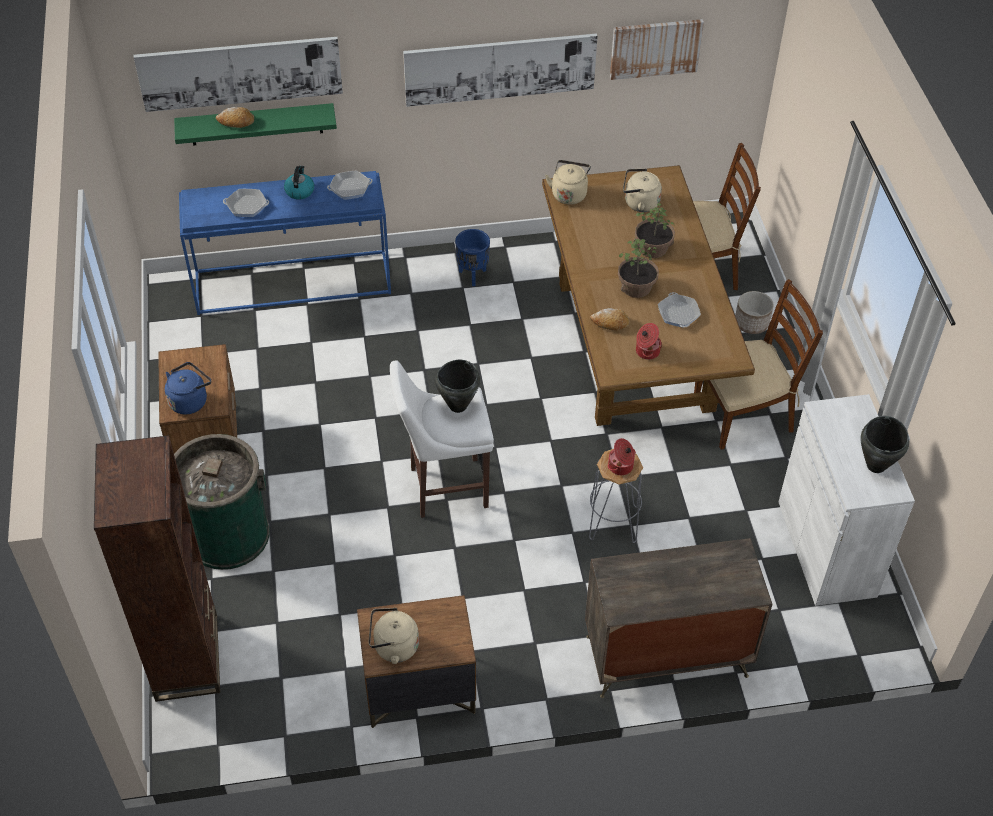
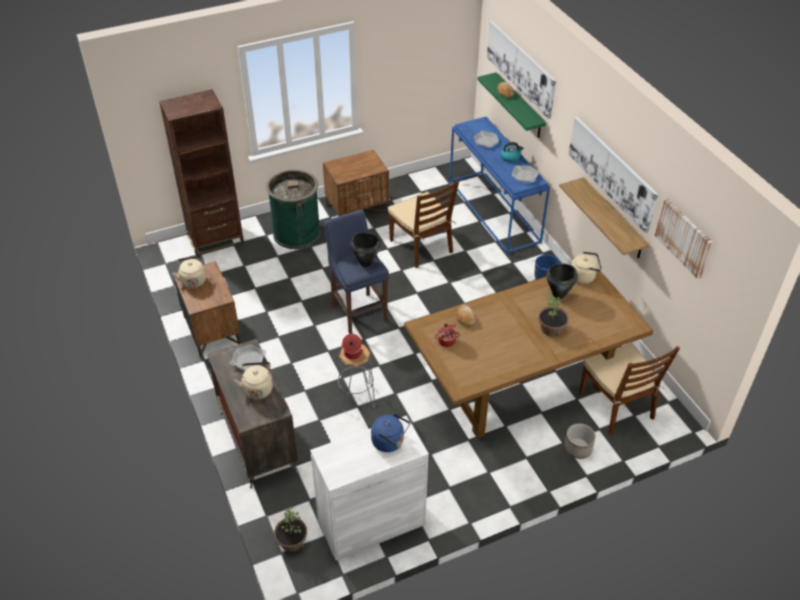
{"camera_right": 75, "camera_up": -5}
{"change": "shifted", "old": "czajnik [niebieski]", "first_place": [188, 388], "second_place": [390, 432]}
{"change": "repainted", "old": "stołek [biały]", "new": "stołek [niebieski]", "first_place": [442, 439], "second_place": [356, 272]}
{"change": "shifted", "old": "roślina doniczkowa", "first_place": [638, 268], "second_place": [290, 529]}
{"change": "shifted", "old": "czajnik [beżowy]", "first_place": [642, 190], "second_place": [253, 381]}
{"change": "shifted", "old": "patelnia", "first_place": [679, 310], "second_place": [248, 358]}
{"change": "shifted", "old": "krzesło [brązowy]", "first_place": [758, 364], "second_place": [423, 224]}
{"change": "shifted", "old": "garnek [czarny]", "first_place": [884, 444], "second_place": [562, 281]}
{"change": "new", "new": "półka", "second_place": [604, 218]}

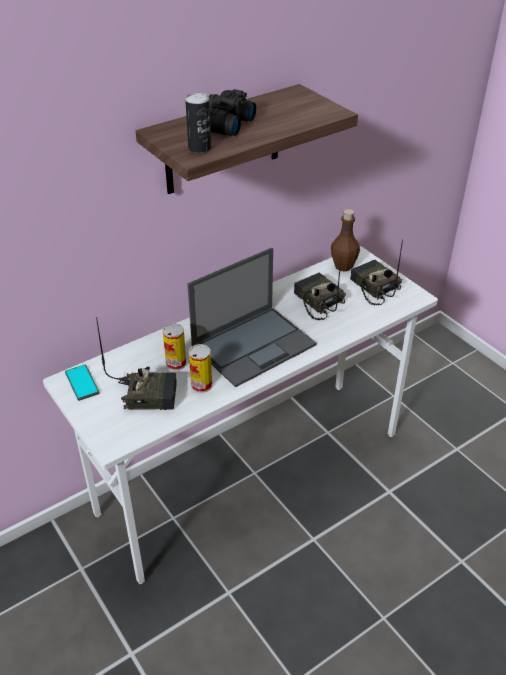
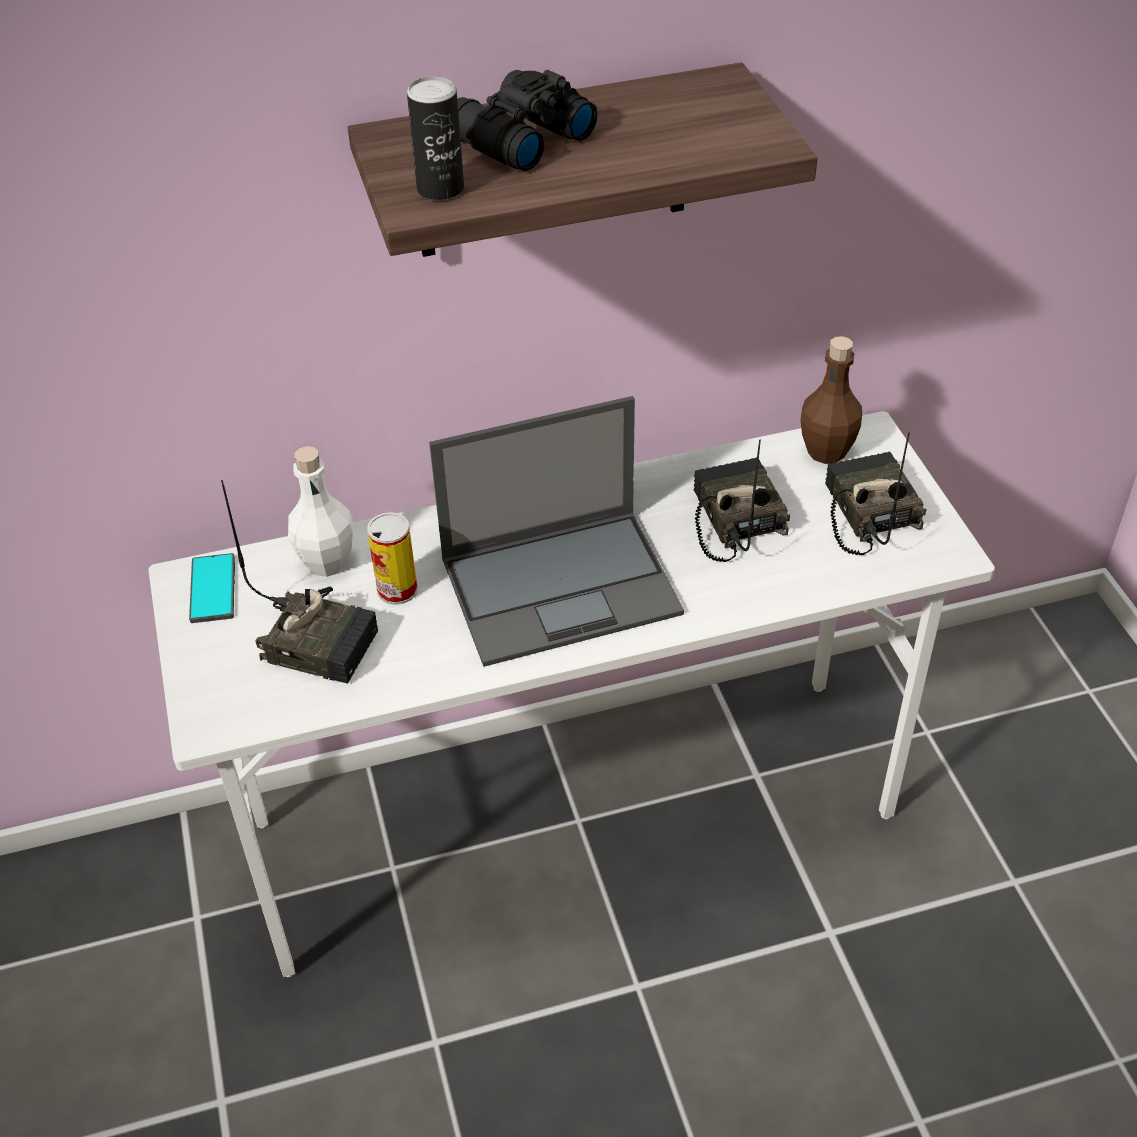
{"camera_right": 20, "camera_up": 5}
{"change": "gone", "old": "puszka", "first_place": [200, 368]}
{"change": "new", "new": "butelka [biały]", "second_place": [320, 511]}

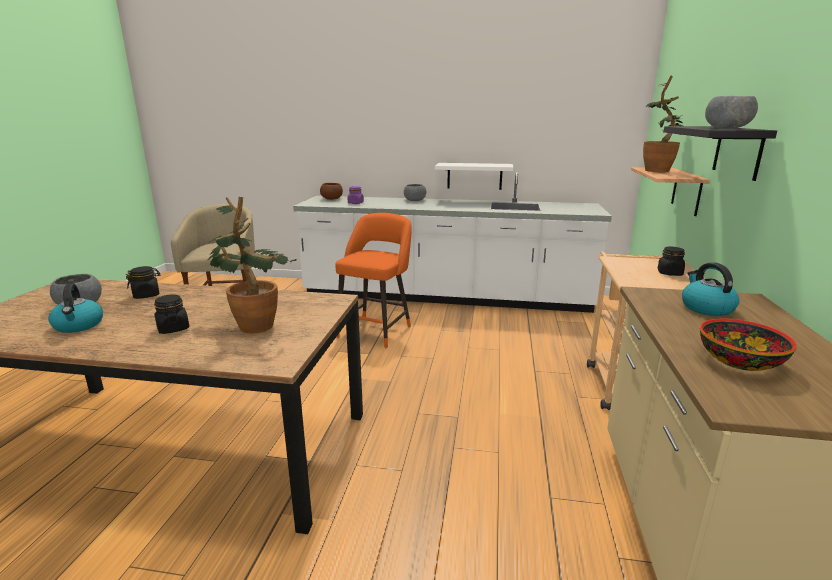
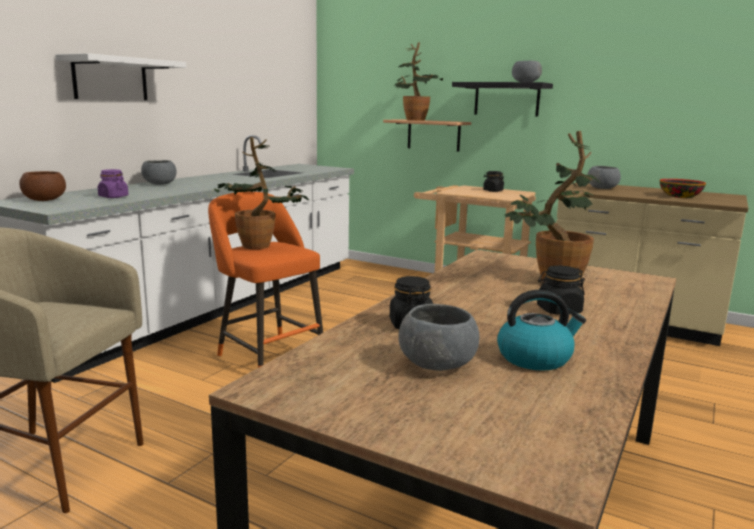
{"camera_right": -70, "camera_up": -5}
{"change": "shifted", "old": "półka [biały]", "first_place": [474, 176], "second_place": [120, 76]}
{"change": "swapped", "old": "czajnik", "new": "miska [szary]", "first_place": [711, 289], "second_place": [604, 177]}
{"change": "new", "new": "roślina doniczkowa", "second_place": [261, 193]}

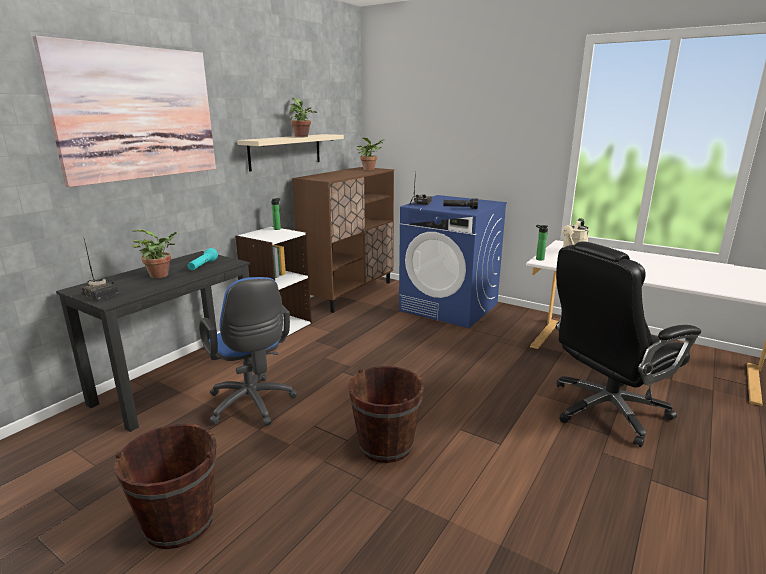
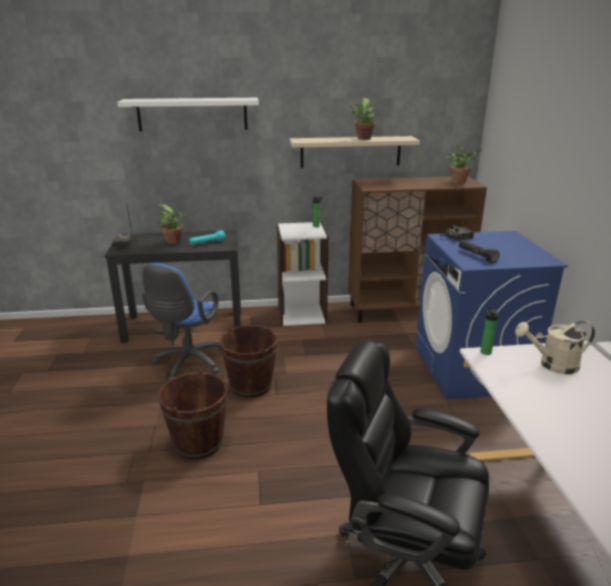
{"camera_right": 50, "camera_up": 5}
{"change": "swapped", "old": "obraz", "new": "półka [biały]", "first_place": [124, 111], "second_place": [188, 115]}
{"change": "shifted", "old": "wiadro [brązowy]", "first_place": [165, 486], "second_place": [248, 361]}

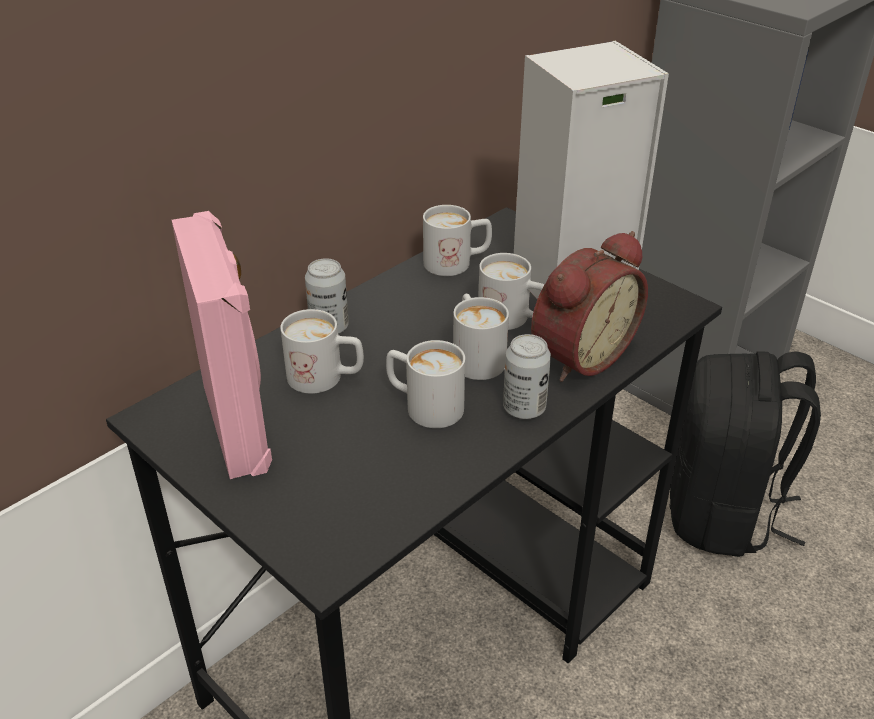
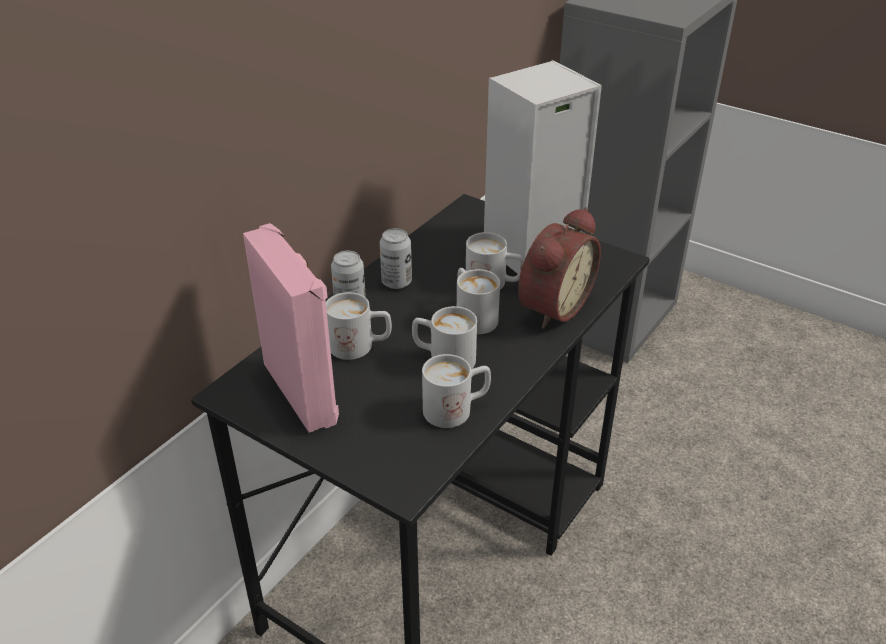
{"camera_right": -10, "camera_up": 0}
{"change": "shifted", "old": "kubek [biały]", "first_place": [457, 240], "second_place": [456, 391]}
{"change": "shifted", "old": "puszka", "first_place": [527, 376], "second_place": [396, 258]}
{"change": "gone", "old": "plecak [czarny]", "first_place": [745, 454]}

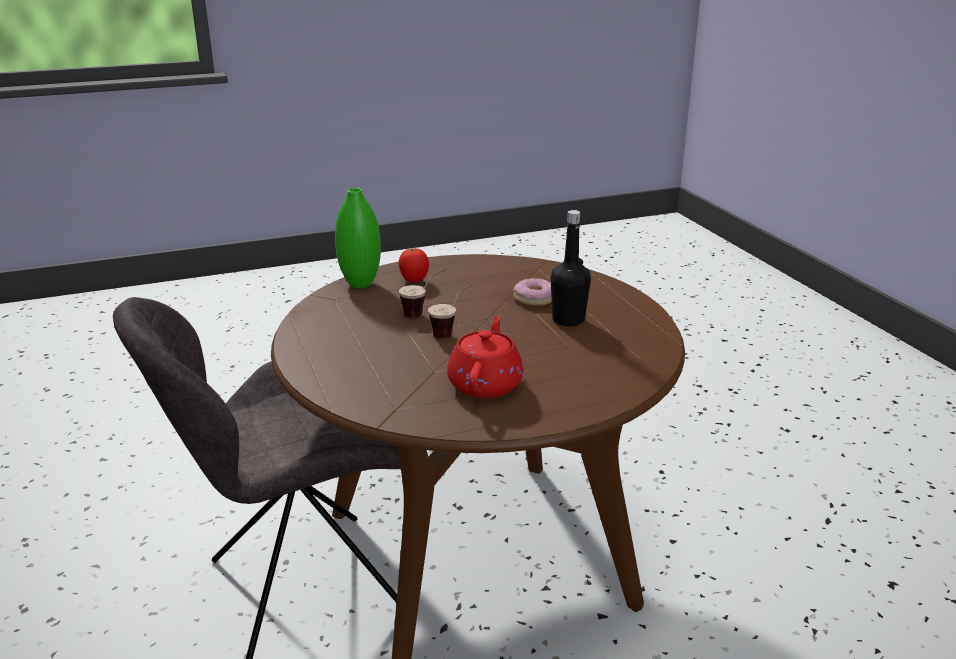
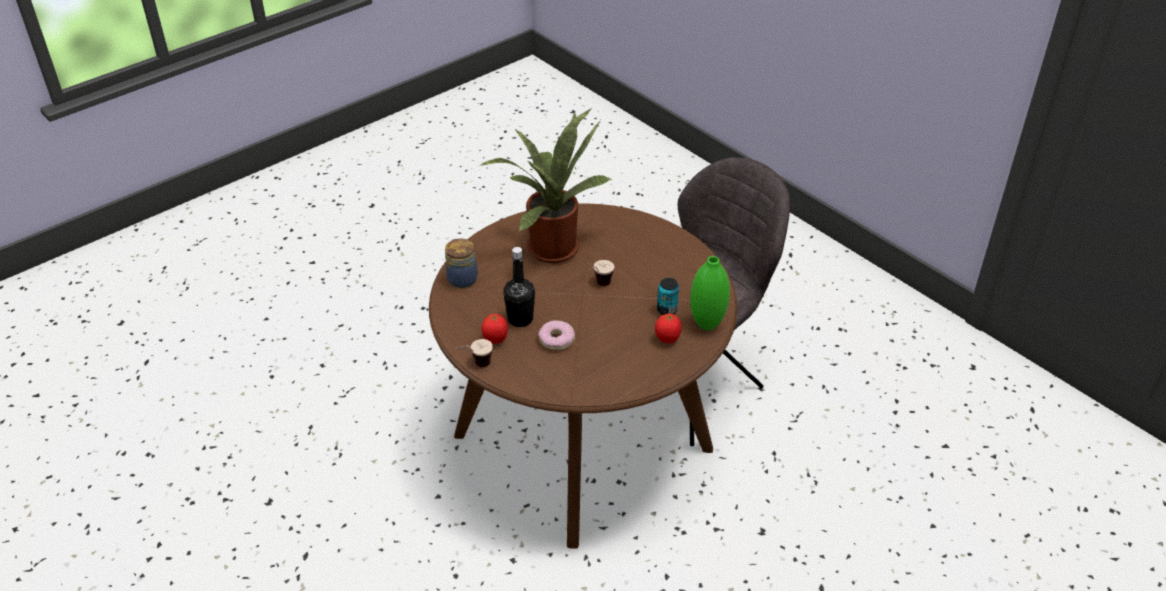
{"camera_right": 160, "camera_up": 15}
{"change": "shifted", "old": "filiżanka", "first_place": [422, 293], "second_place": [474, 353]}
{"change": "swapped", "old": "imbryk [czerwony]", "new": "roślina doniczkowa", "first_place": [485, 357], "second_place": [546, 185]}
{"change": "new", "new": "słoik", "second_place": [461, 263]}
{"change": "new", "new": "pomidor", "second_place": [494, 329]}
{"change": "new", "new": "puszka", "second_place": [668, 296]}

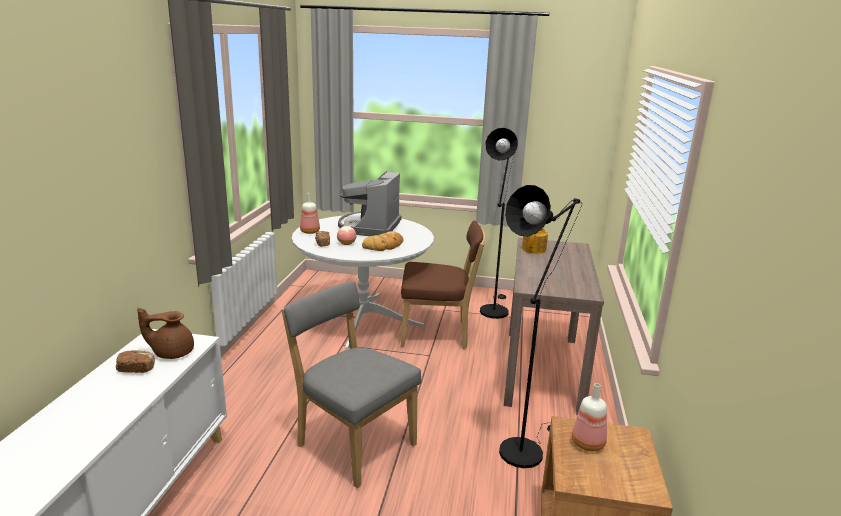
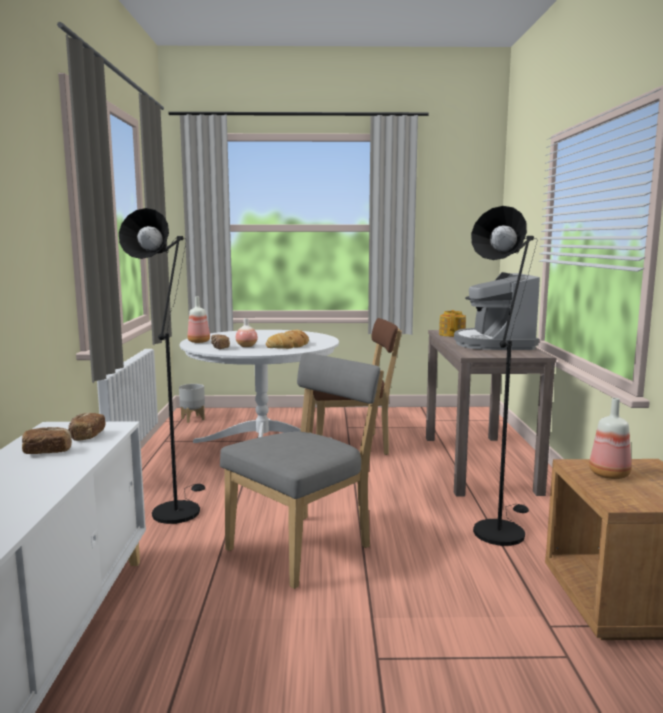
{"camera_right": -10, "camera_up": -10}
{"change": "swapped", "old": "imbryk [brązowy]", "new": "chleb", "first_place": [165, 333], "second_place": [87, 427]}
{"change": "rotated", "old": "krzesło [szary]", "first_place": [351, 384], "second_place": [302, 471], "degrees": 105}
{"change": "shifted", "old": "ekspres do kawy", "first_place": [370, 203], "second_place": [497, 311]}
{"change": "shifted", "old": "lampa stojąca [czarny]", "first_place": [499, 223], "second_place": [162, 366]}
{"change": "new", "new": "donica [szary]", "second_place": [192, 403]}

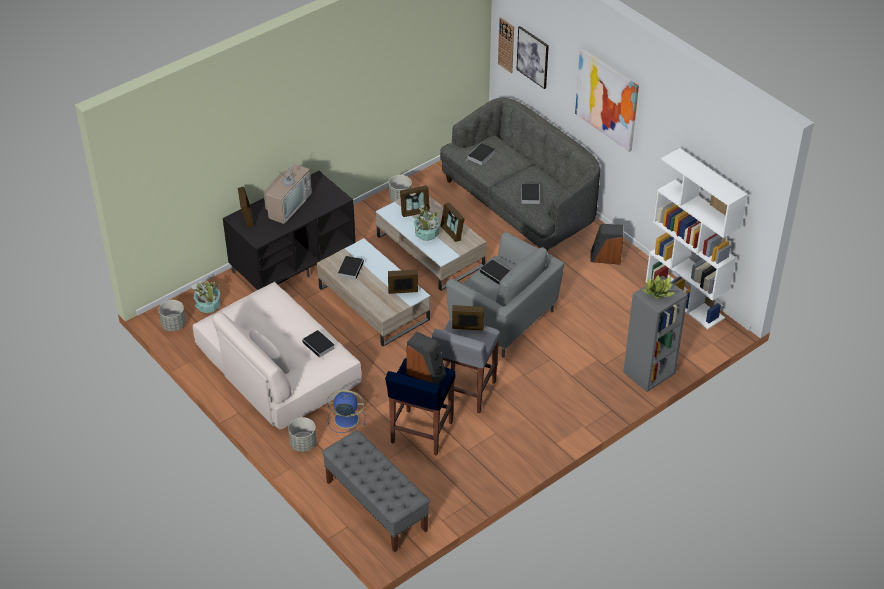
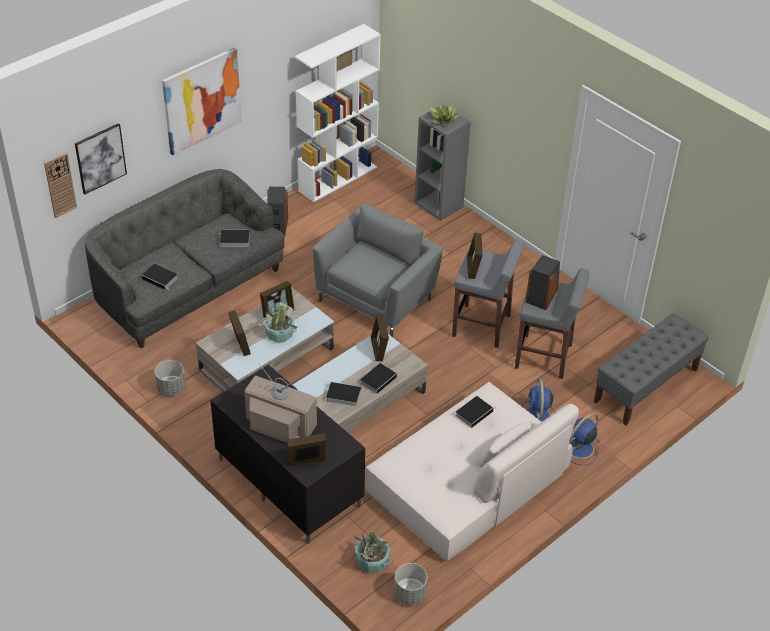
{"camera_right": -95, "camera_up": 0}
{"change": "swapped", "old": "donica [szary]", "new": "wentylator [niebieski]", "first_place": [302, 434], "second_place": [584, 439]}
{"change": "repainted", "old": "stołek [niebieski]", "new": "stołek [szary]", "first_place": [420, 407], "second_place": [552, 323]}
{"change": "shifted", "old": "książka", "first_place": [495, 272], "second_place": [379, 378]}

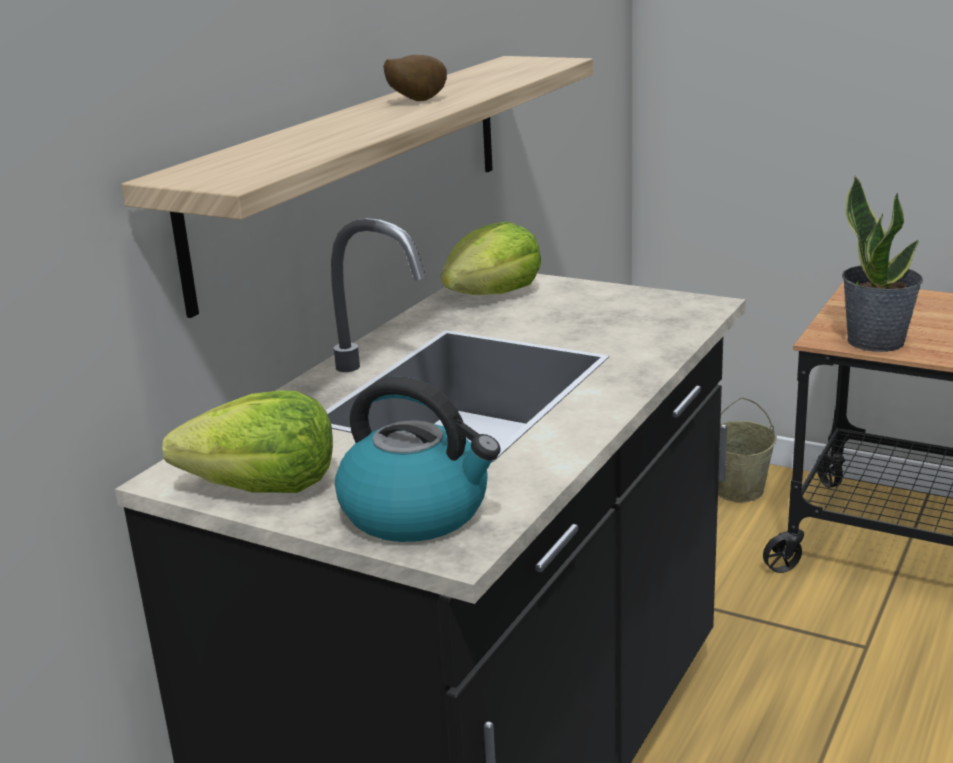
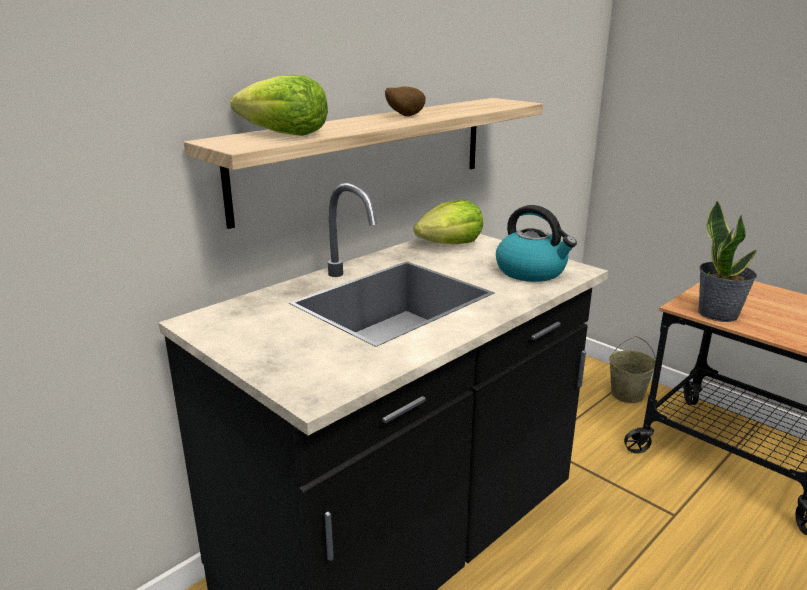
{"camera_right": 15, "camera_up": 0}
{"change": "shifted", "old": "sałata", "first_place": [247, 442], "second_place": [279, 105]}
{"change": "shifted", "old": "czajnik", "first_place": [418, 459], "second_place": [536, 243]}

